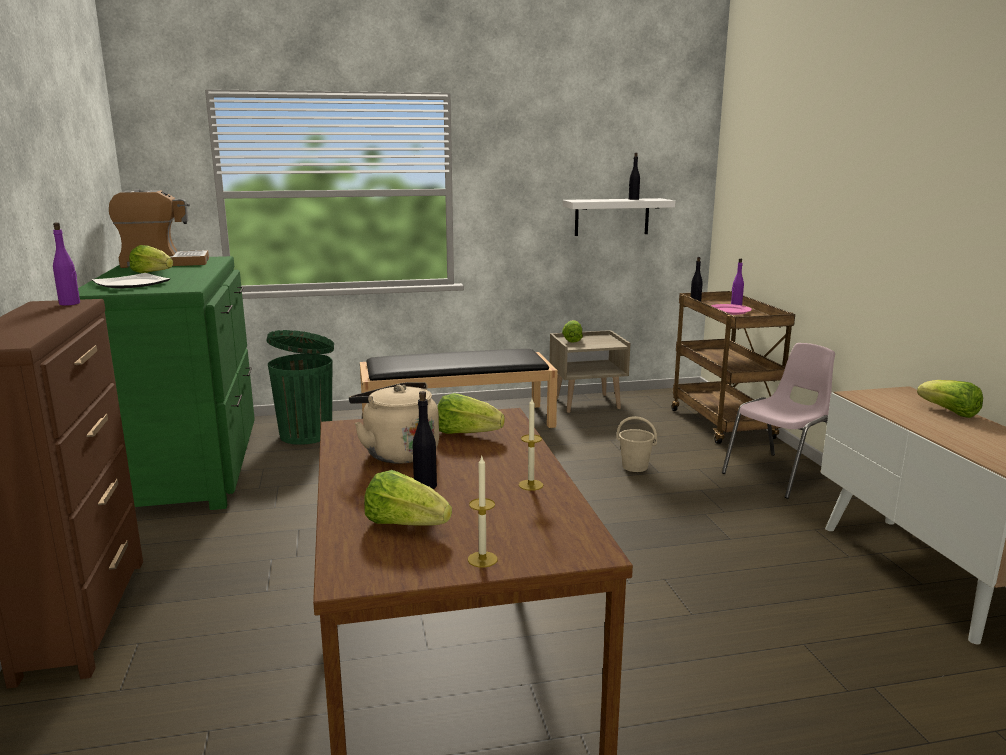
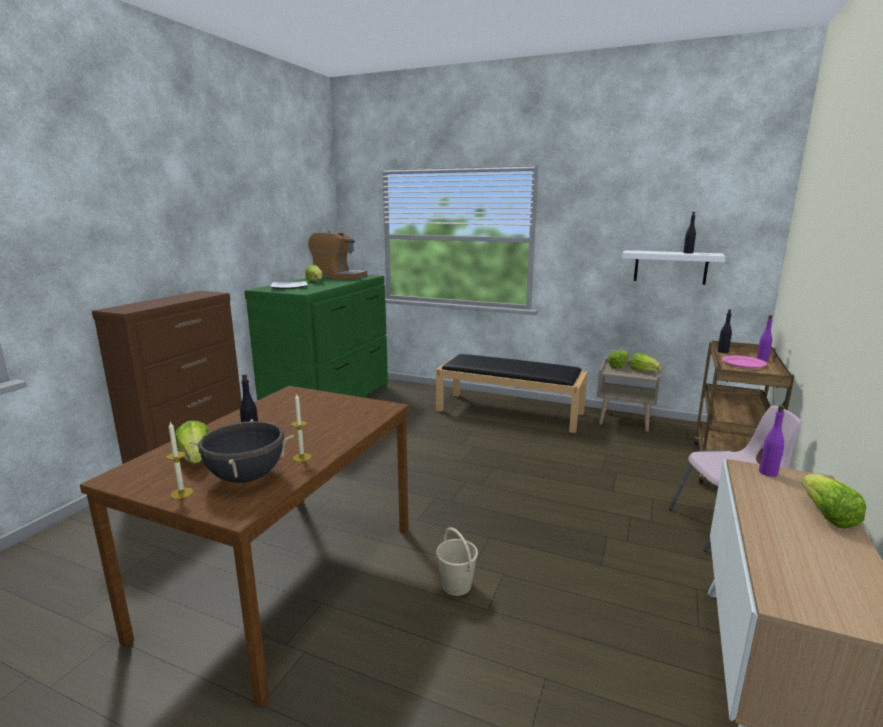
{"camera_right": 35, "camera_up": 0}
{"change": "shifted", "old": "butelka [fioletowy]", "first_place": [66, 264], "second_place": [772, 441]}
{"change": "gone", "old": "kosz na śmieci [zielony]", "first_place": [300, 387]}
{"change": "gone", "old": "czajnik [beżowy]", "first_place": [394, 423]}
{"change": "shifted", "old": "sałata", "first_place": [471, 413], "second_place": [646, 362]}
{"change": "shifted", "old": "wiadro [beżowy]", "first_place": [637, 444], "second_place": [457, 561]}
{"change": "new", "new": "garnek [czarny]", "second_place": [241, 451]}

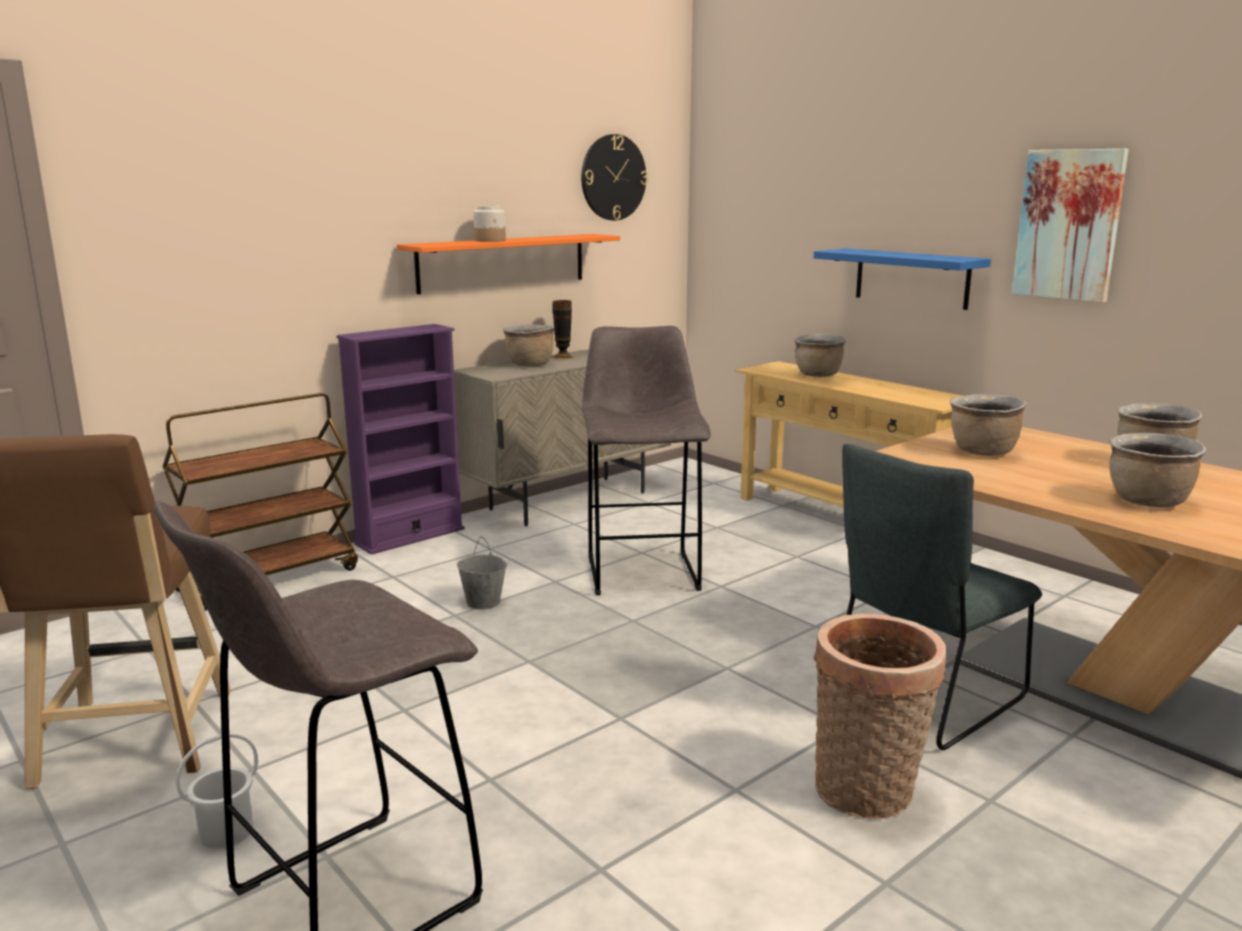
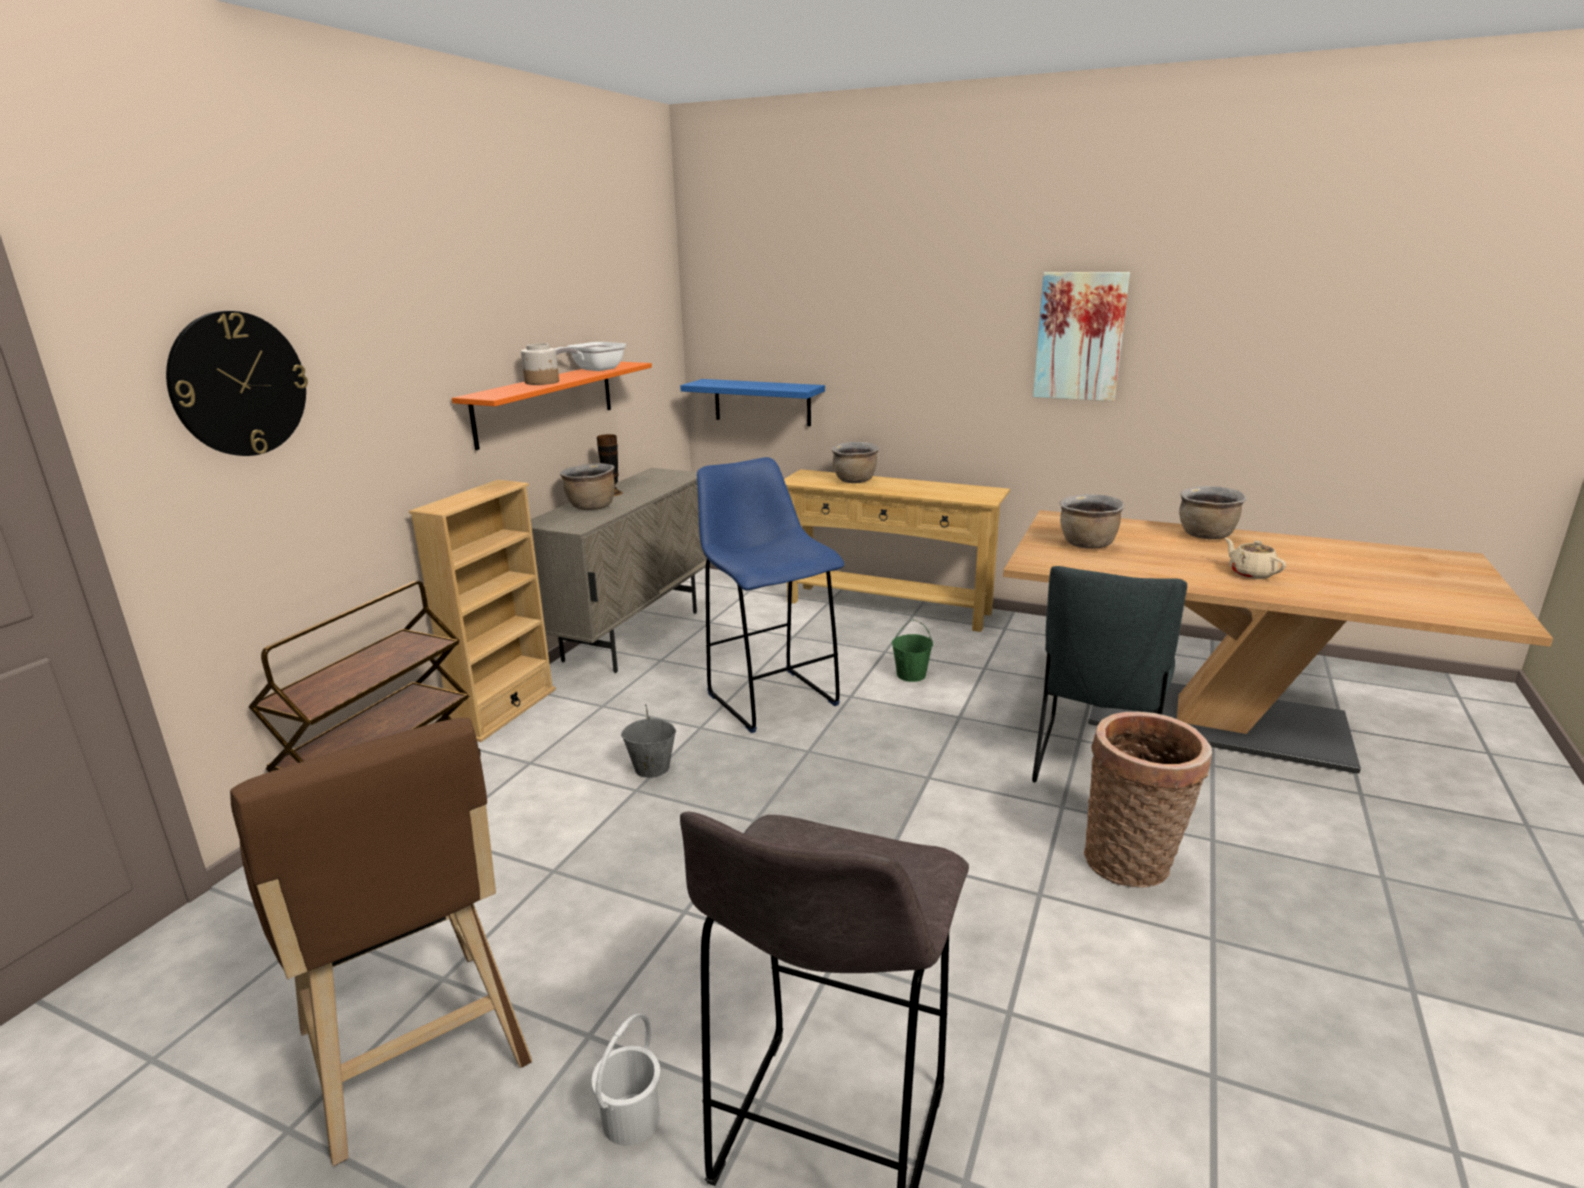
{"camera_right": -25, "camera_up": 5}
{"change": "repainted", "old": "regał [fioletowy]", "new": "regał [beżowy]", "first_place": [400, 439], "second_place": [482, 611]}
{"change": "shifted", "old": "zegar ścienny", "first_place": [614, 177], "second_place": [237, 383]}
{"change": "repainted", "old": "stołek [szary]", "new": "stołek [niebieski]", "first_place": [646, 460], "second_place": [770, 595]}
{"change": "shifted", "old": "półka [niebieski]", "first_place": [902, 279], "second_place": [752, 402]}
{"change": "swapped", "old": "garnek [brązowy]", "new": "imbryk [beżowy]", "first_place": [1157, 470], "second_place": [1255, 558]}
{"change": "new", "new": "patelnia", "second_place": [590, 356]}
{"change": "new", "new": "wiadro [zielony]", "second_place": [912, 651]}

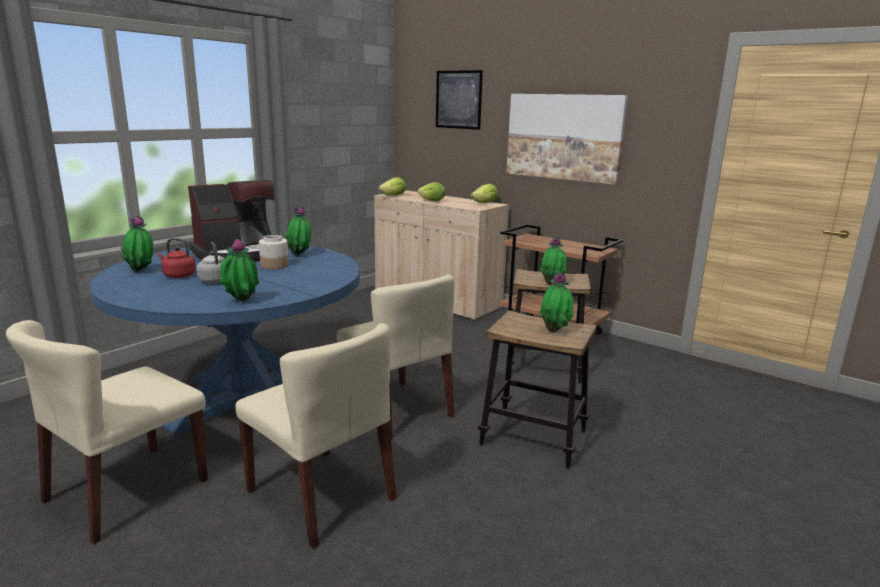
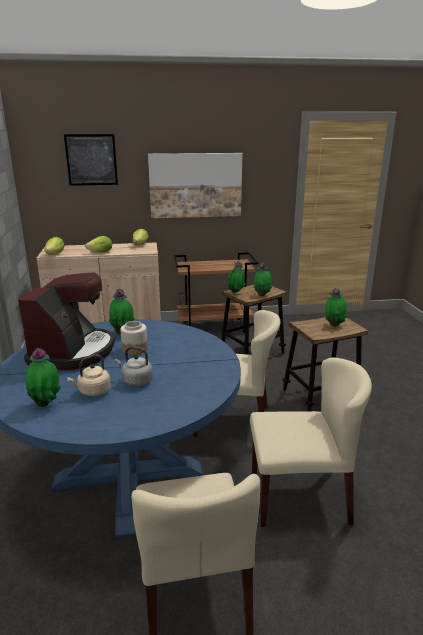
{"camera_right": -45, "camera_up": 5}
{"change": "repainted", "old": "czajnik [czerwony]", "new": "czajnik [beżowy]", "first_place": [176, 258], "second_place": [89, 375]}
{"change": "shifted", "old": "roślina doniczkowa", "first_place": [239, 270], "second_place": [236, 277]}

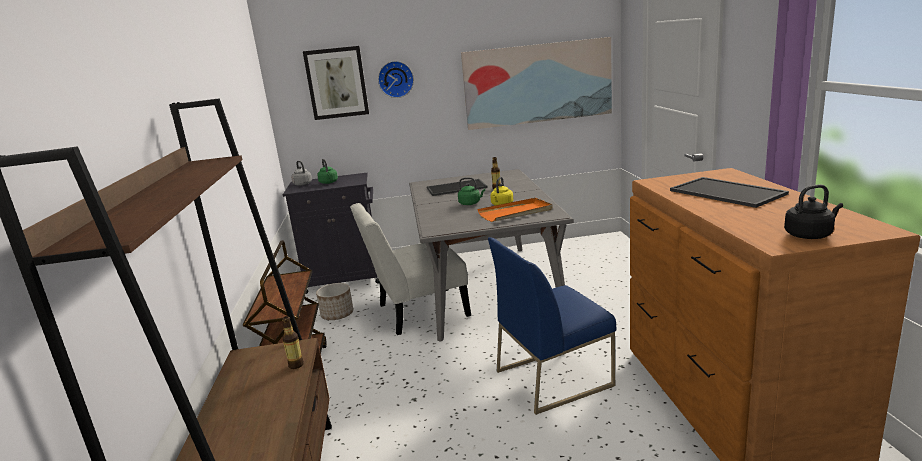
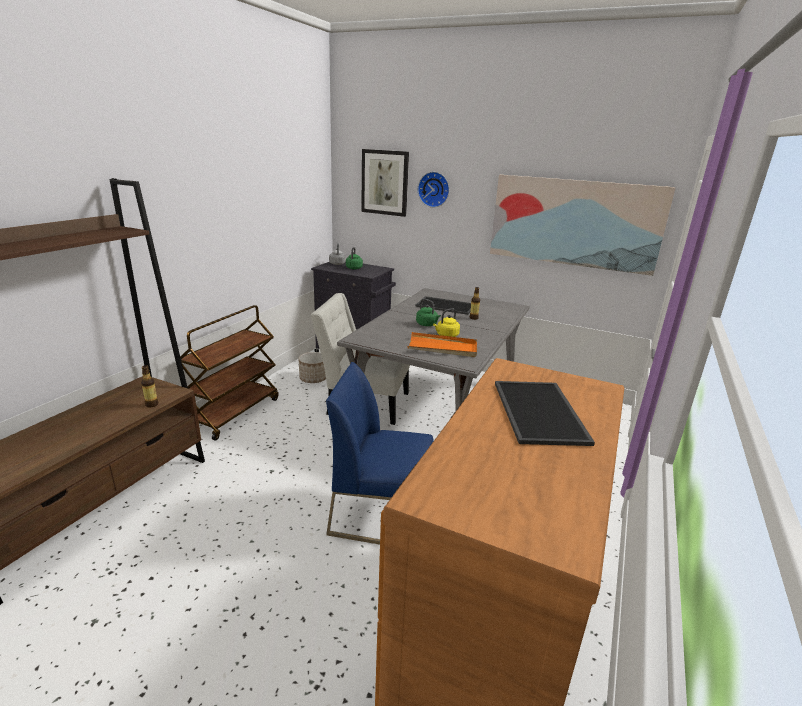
{"camera_right": 30, "camera_up": 5}
{"change": "gone", "old": "czajnik [czarny]", "first_place": [813, 211]}

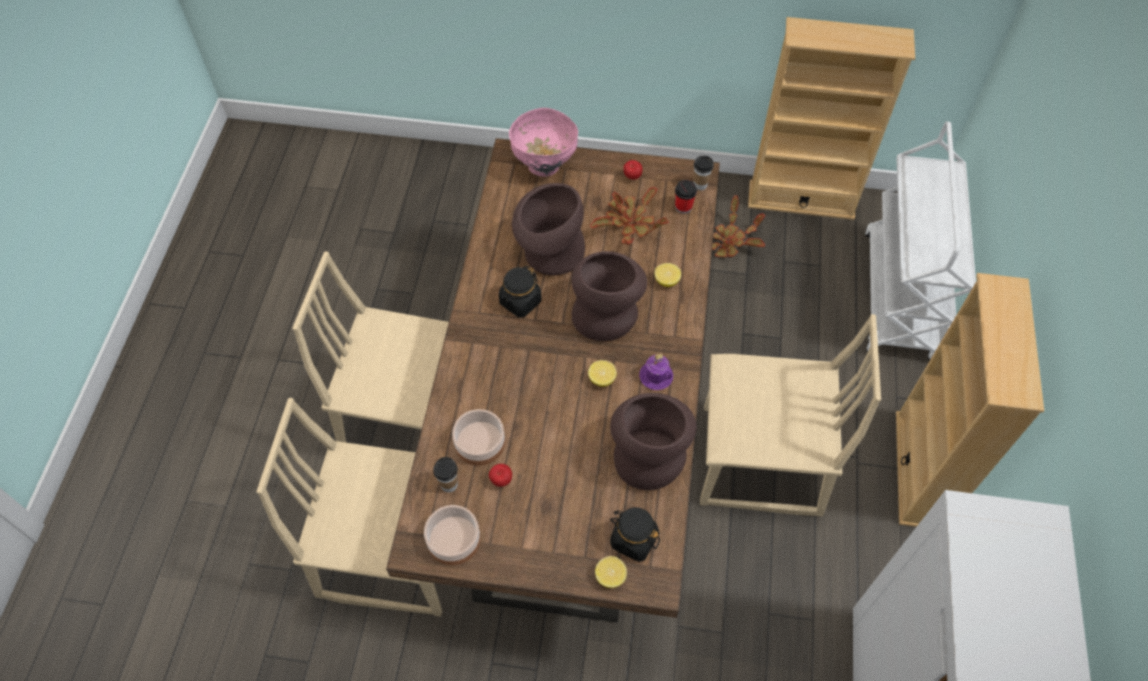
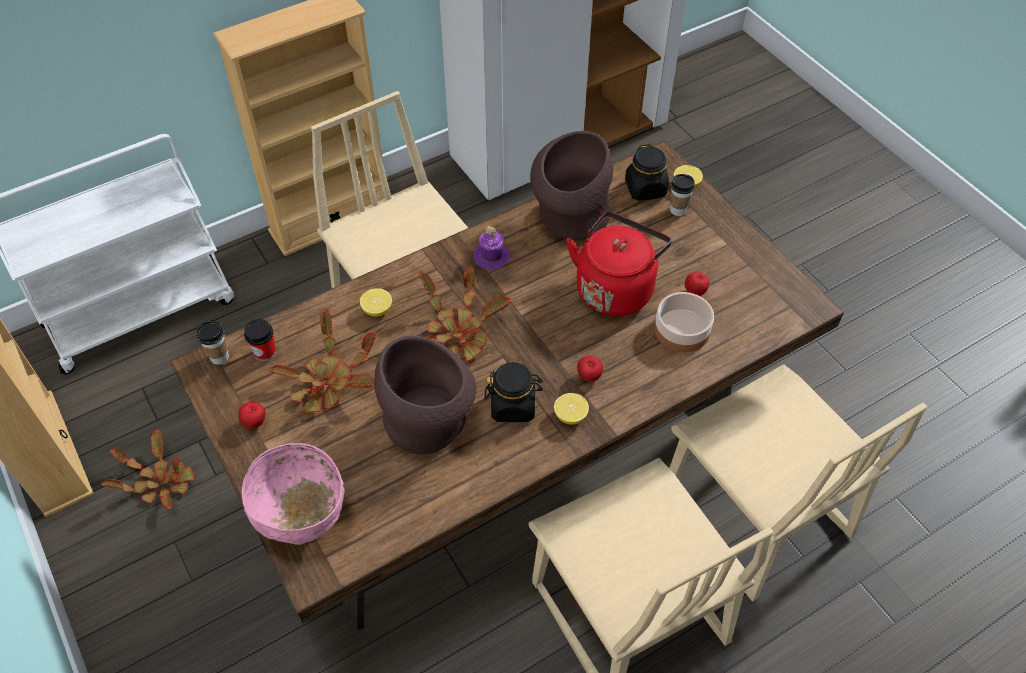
{"camera_right": -130, "camera_up": -5}
{"change": "gone", "old": "miska", "first_place": [452, 535]}
{"change": "shifted", "old": "filiżanka", "first_place": [445, 474], "second_place": [682, 195]}
{"change": "swapped", "old": "wazon [brązowy]", "new": "roślina doniczkowa", "first_place": [609, 296], "second_place": [465, 314]}
{"change": "shifted", "old": "cytryna", "first_place": [602, 373], "second_place": [571, 409]}
{"change": "new", "new": "czajnik [czerwony]", "second_place": [619, 264]}
{"change": "new", "new": "jabłko", "second_place": [590, 369]}

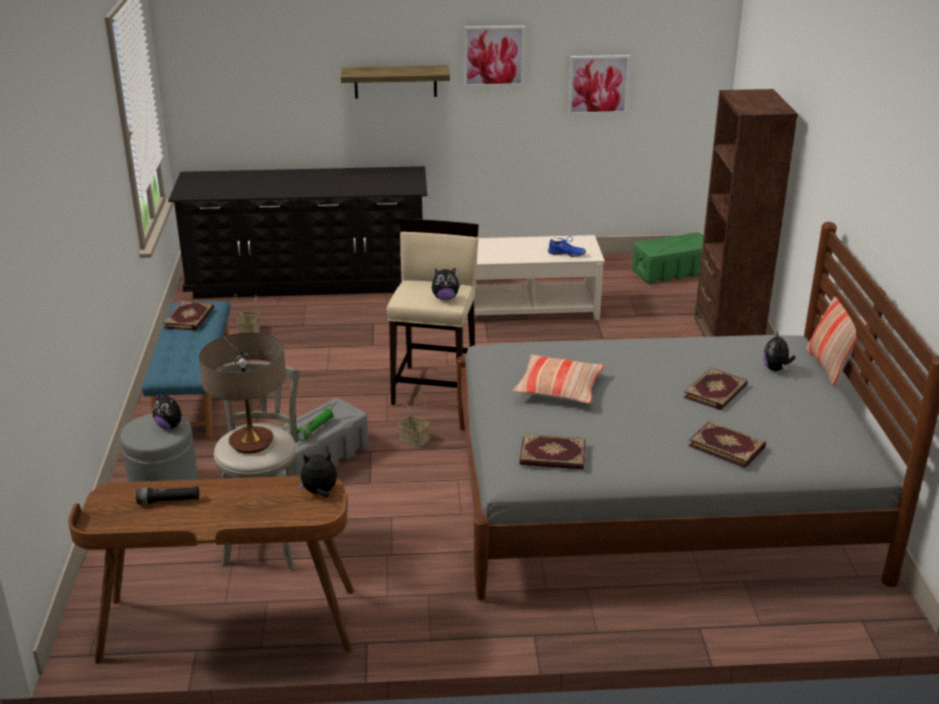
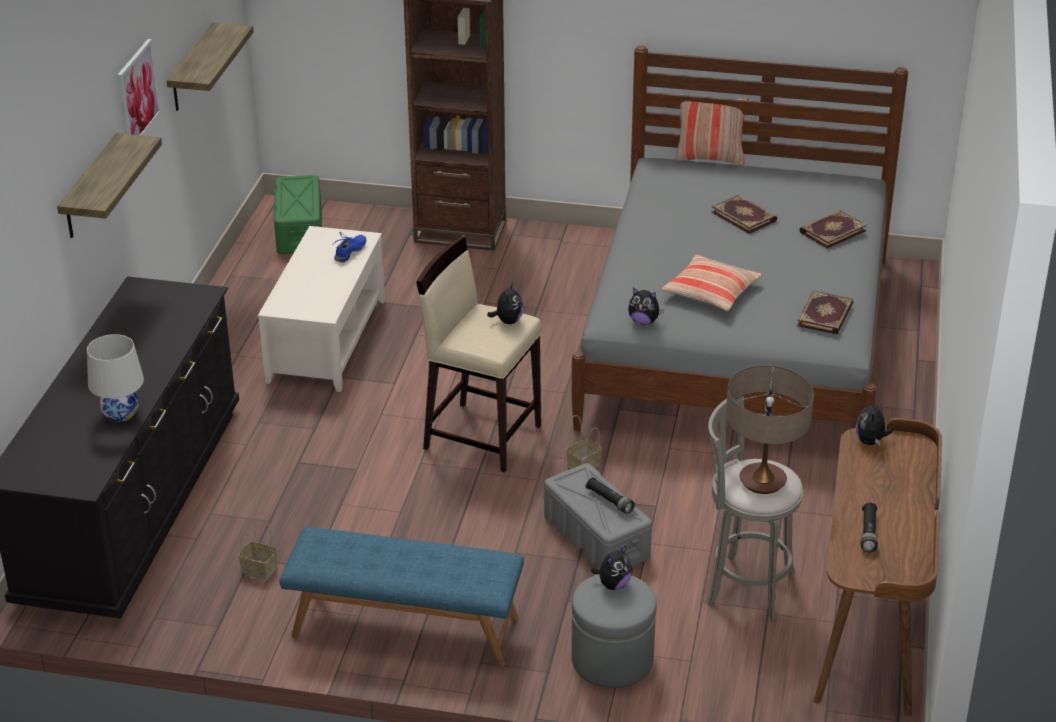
{"camera_right": -75, "camera_up": 5}
{"change": "gone", "old": "książka", "first_place": [188, 316]}
{"change": "repainted", "old": "latarka [zielony]", "new": "latarka [czarny]", "first_place": [315, 424], "second_place": [610, 495]}
{"change": "swapped", "old": "obraz", "new": "półka", "first_place": [599, 85], "second_place": [210, 67]}
{"change": "shifted", "old": "pluszak", "first_place": [779, 351], "second_place": [646, 306]}
{"change": "new", "new": "lampa stołowa [biały]", "second_place": [115, 378]}

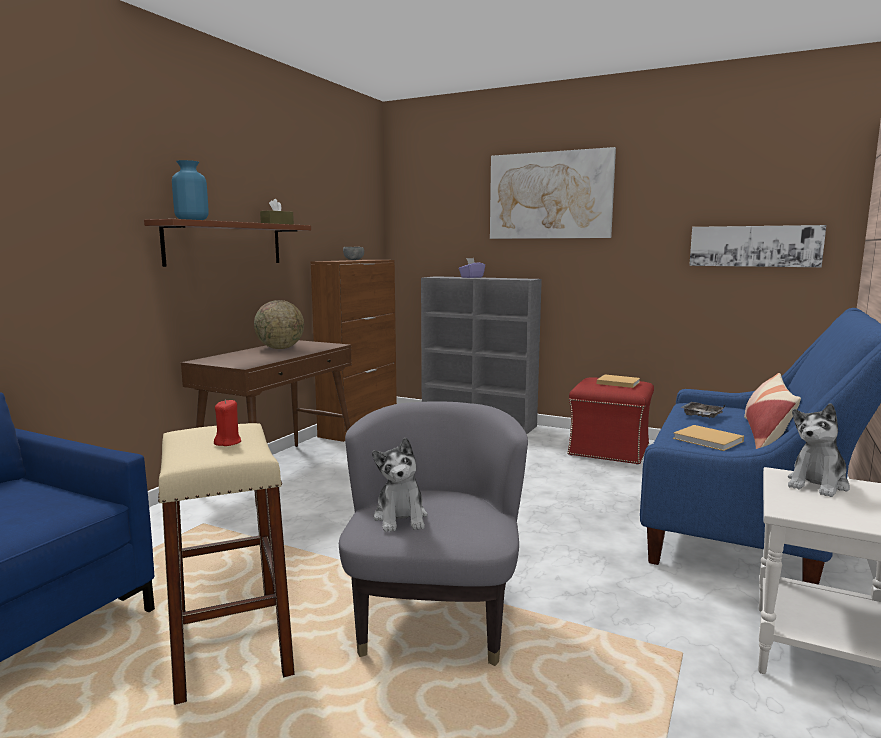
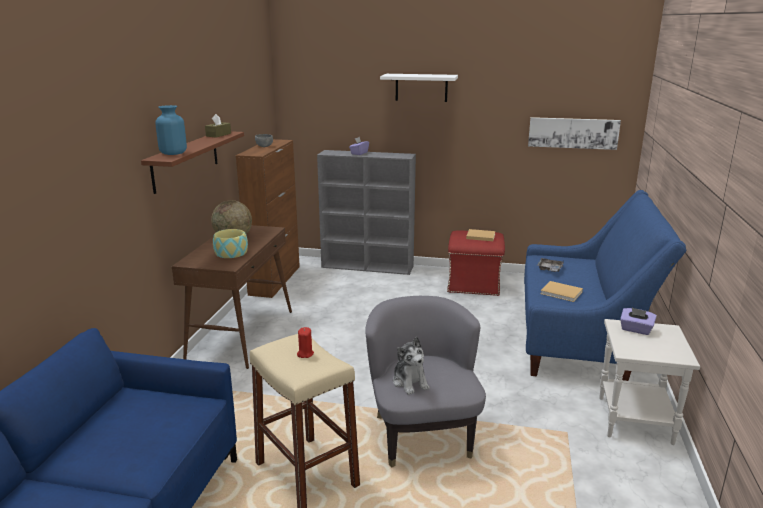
{"camera_right": -15, "camera_up": 10}
{"change": "swapped", "old": "obraz", "new": "półka [biały]", "first_place": [553, 193], "second_place": [419, 88]}
{"change": "gone", "old": "poduszka", "first_place": [772, 411]}
{"change": "swapped", "old": "pluszak", "new": "pudełko chusteczek [fioletowy]", "first_place": [819, 450], "second_place": [638, 321]}
{"change": "new", "new": "miska", "second_place": [230, 243]}

